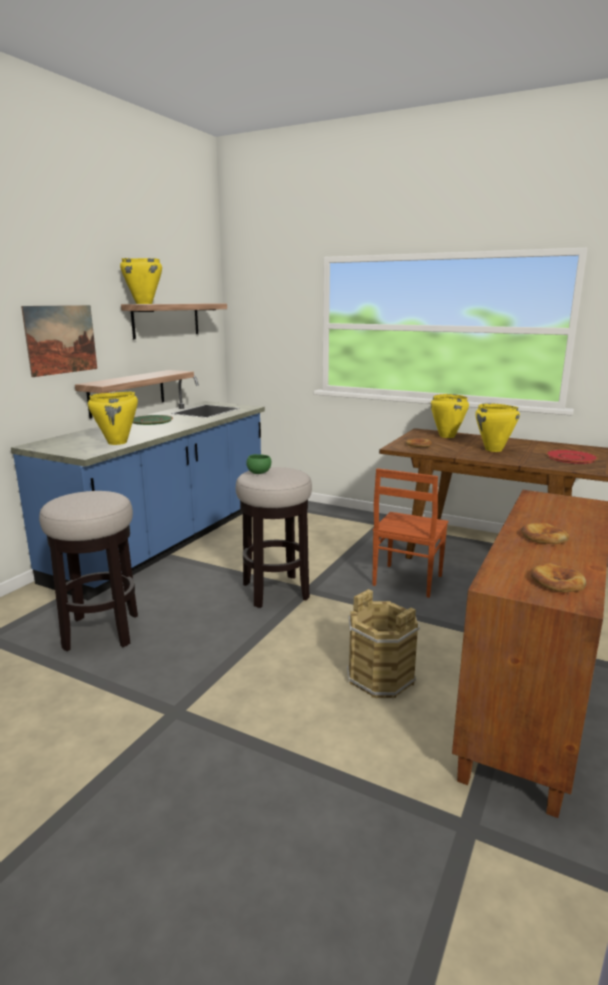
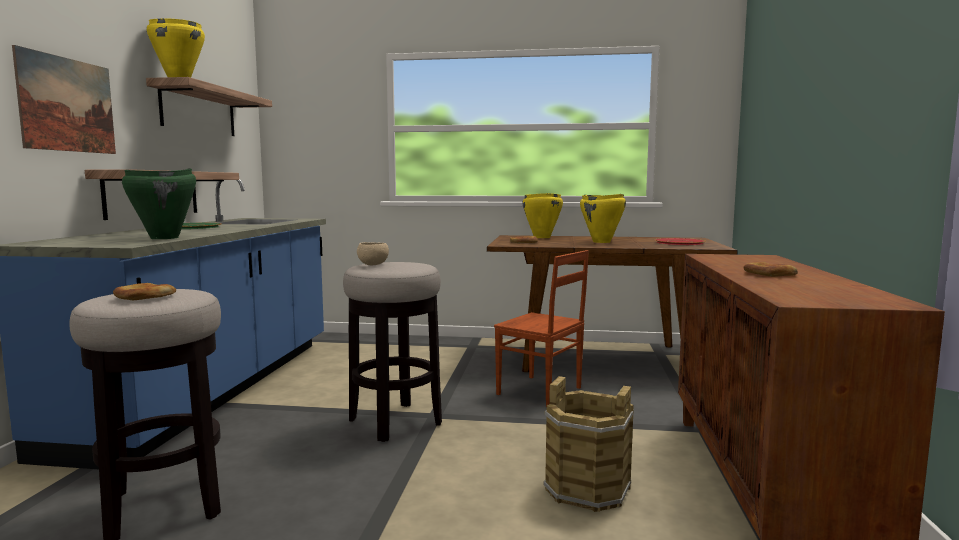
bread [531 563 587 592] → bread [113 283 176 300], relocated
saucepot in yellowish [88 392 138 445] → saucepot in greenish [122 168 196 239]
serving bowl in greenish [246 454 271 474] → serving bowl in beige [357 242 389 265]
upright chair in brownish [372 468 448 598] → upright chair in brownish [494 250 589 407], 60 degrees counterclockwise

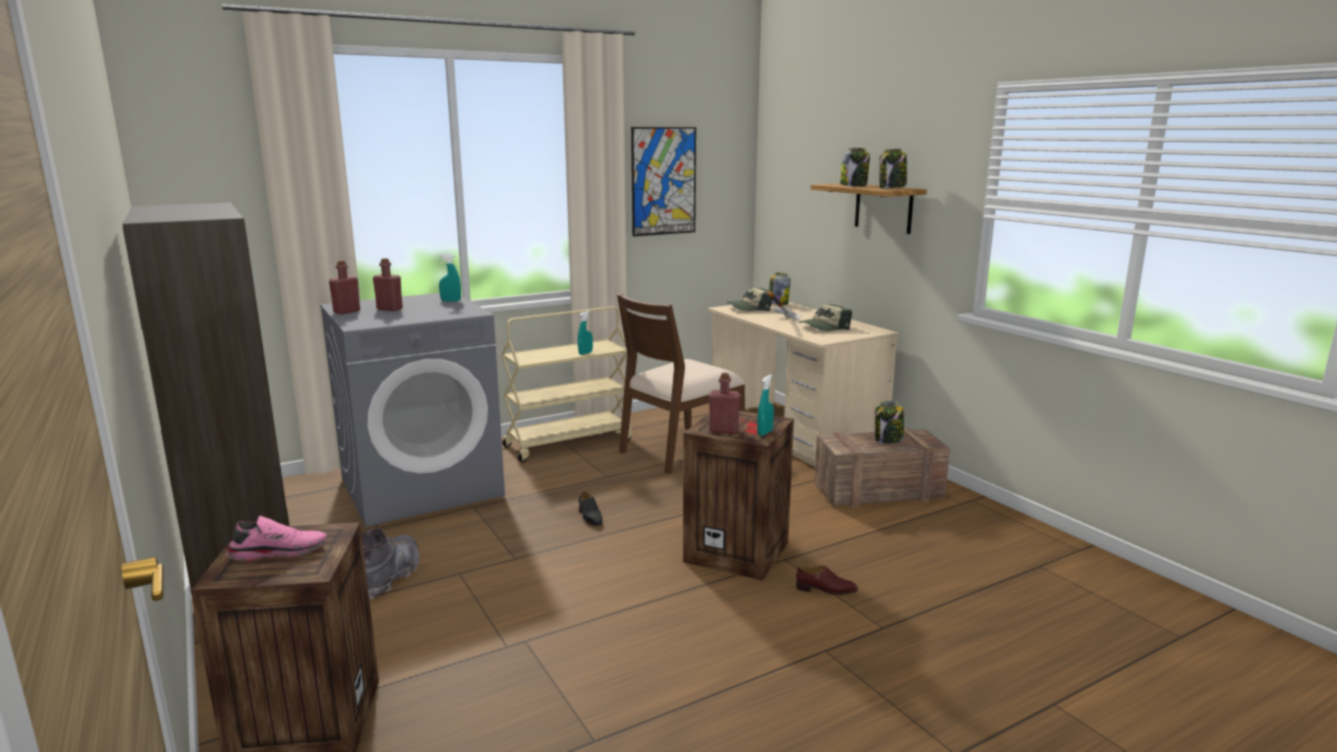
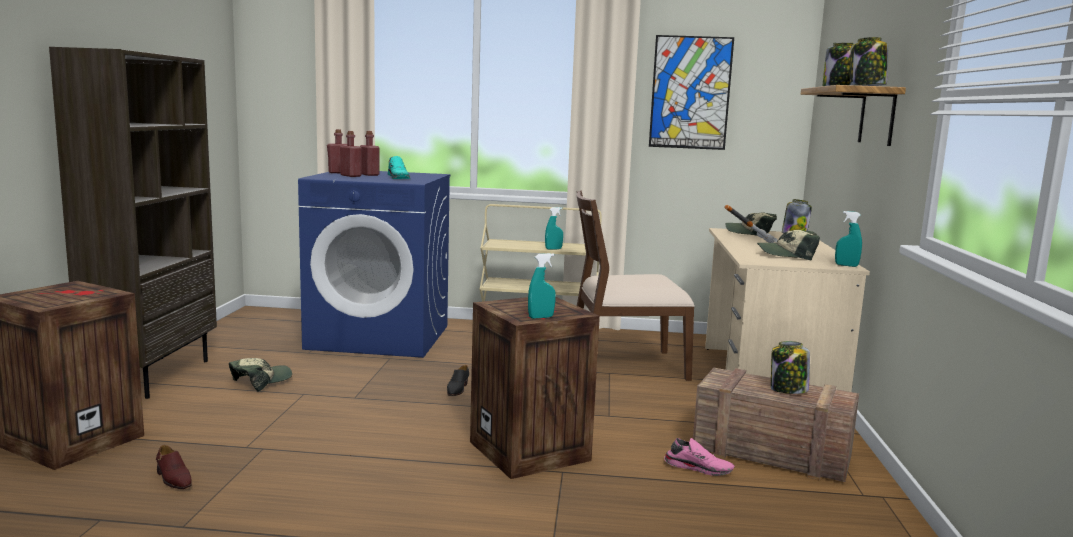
- → shoe in blue-green [388 156 410 179]
shoe in pink [227 516 327 560] → shoe in pink [664 438 735 476], relocated
sprayer in blue-green [439 254 461 302] → sprayer in blue-green [835 211 862 267], relocated
drink bottle in reddish [709 373 741 434] → drink bottle in reddish [340 131 362 177], relocated
shoe in brownish [796 566 858 595] → shoe in brownish [156 445 192 489], relocated
tall boot in greyish [362 528 420 599] → cap [229 358 292 392]
washing machine in greyish [320 293 505 527] → washing machine in blue [298 171 450 358]

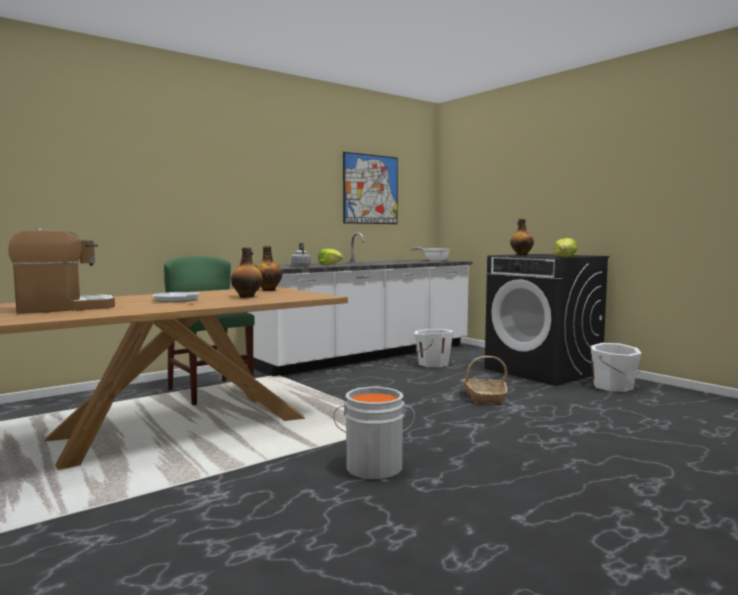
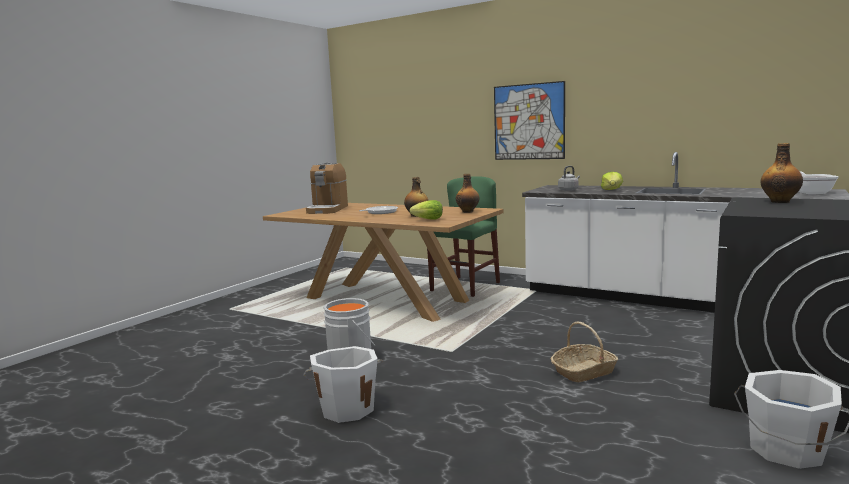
wall picture [343 152 398 224] → wall picture [494 81 565 160], relocated
bucket in white-coloured [415 329 453 367] → bucket in white-coloured [303 346 383 423], relocated
lettuce head [554 238 578 257] → lettuce head [409 200 443 220], relocated
coffee brewer [8 228 115 314] → coffee brewer [306 163 348 214], 60 degrees clockwise

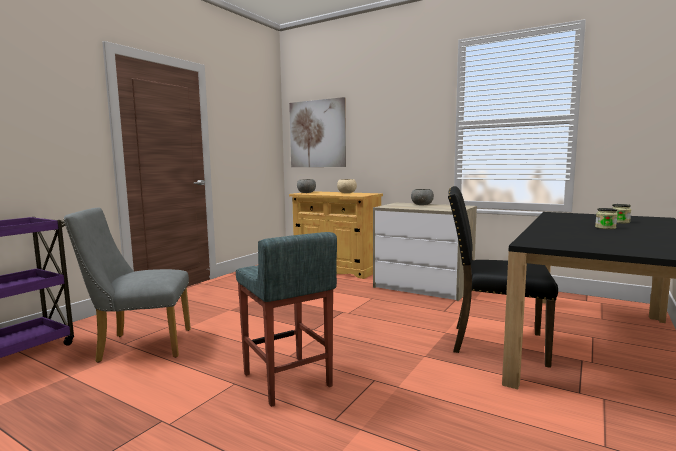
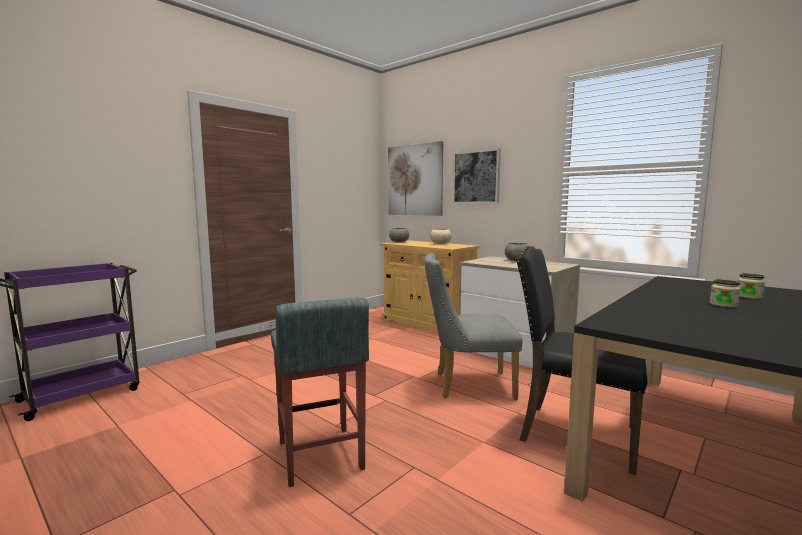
- → wall picture [453 148 501 203]
upright chair in greyish [63 208 191 362] → upright chair in greyish [424 253 522 400], relocated

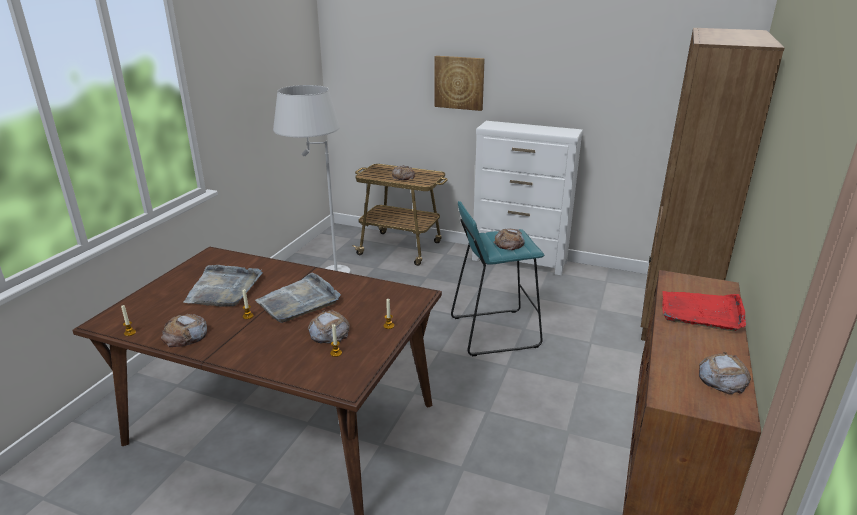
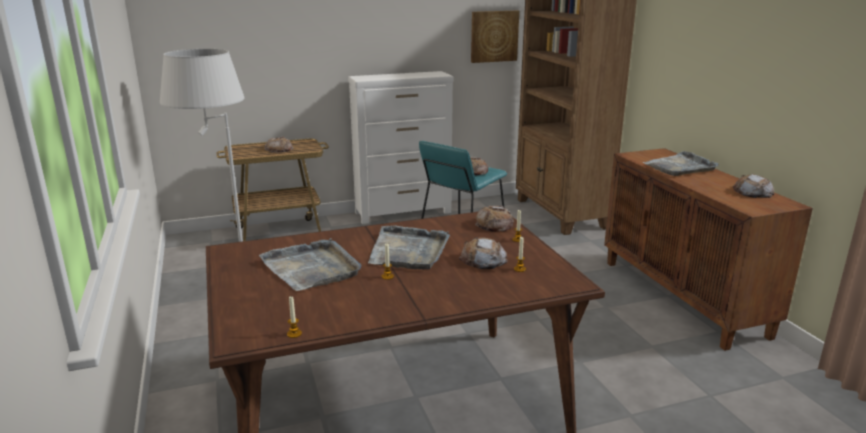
bread [161 314 207 347] → bread [475 206 514 232], relocated
wall picture [435 56 485 111] → wall picture [471 11 519 63], relocated
carrying tray in reddish [662 291 746 331] → carrying tray in greyish [642 151 719 176]

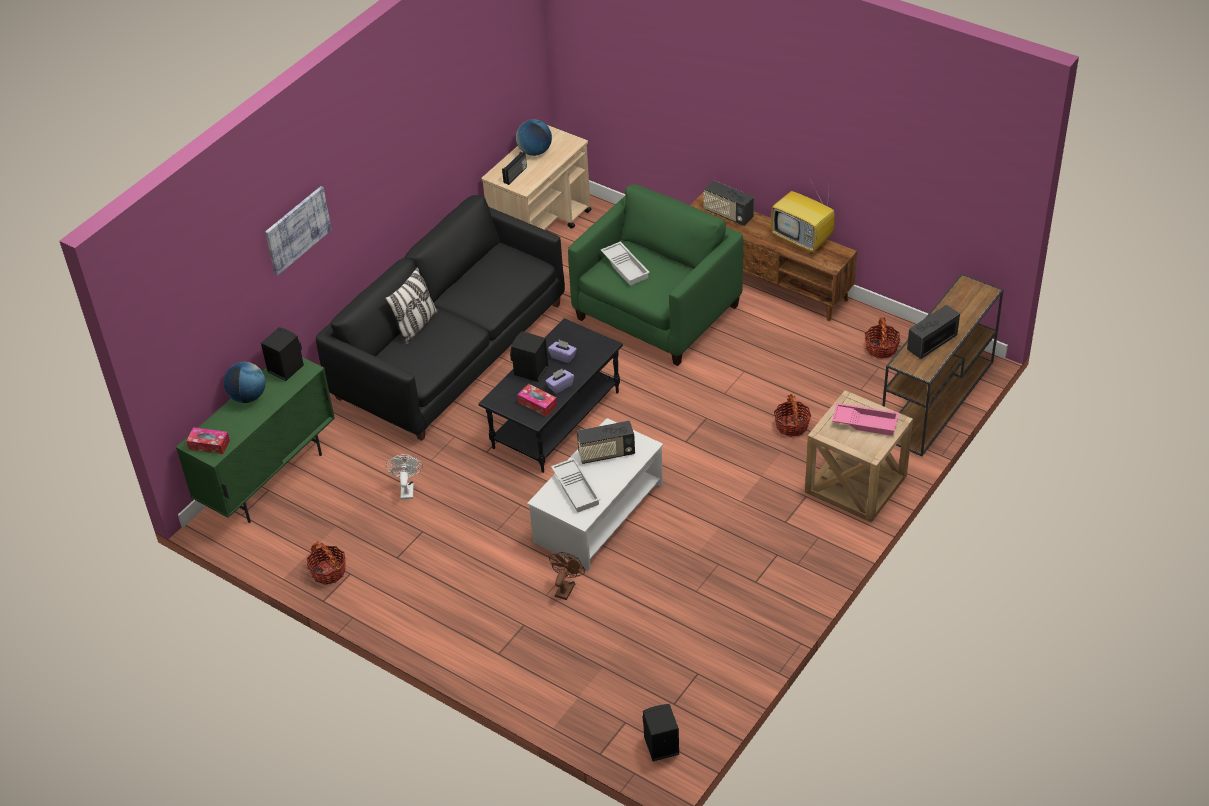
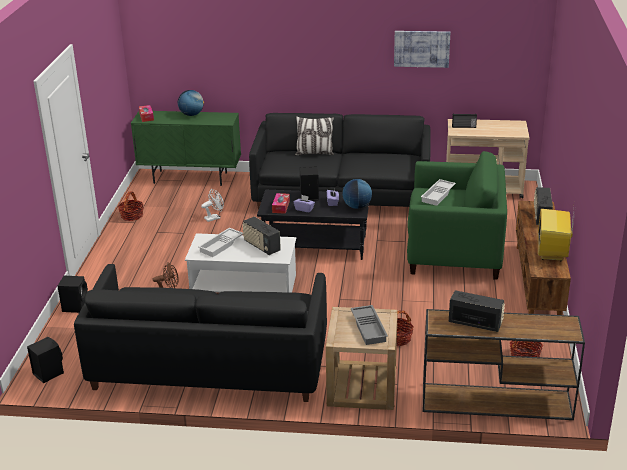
- → sofa in black-coloured [74 264 327 402]
speaker in black-coloured [261 327 304 381] → speaker in black-coloured [58 276 88 313], relocated
wall picture [265 186 332 276] → wall picture [394 31 450 68], relocated
globe [516 119 552 156] → globe [342 179 372 209], relocated
carrying tray in pink [832 403 899 436] → carrying tray in greyish [351 305 388 345]

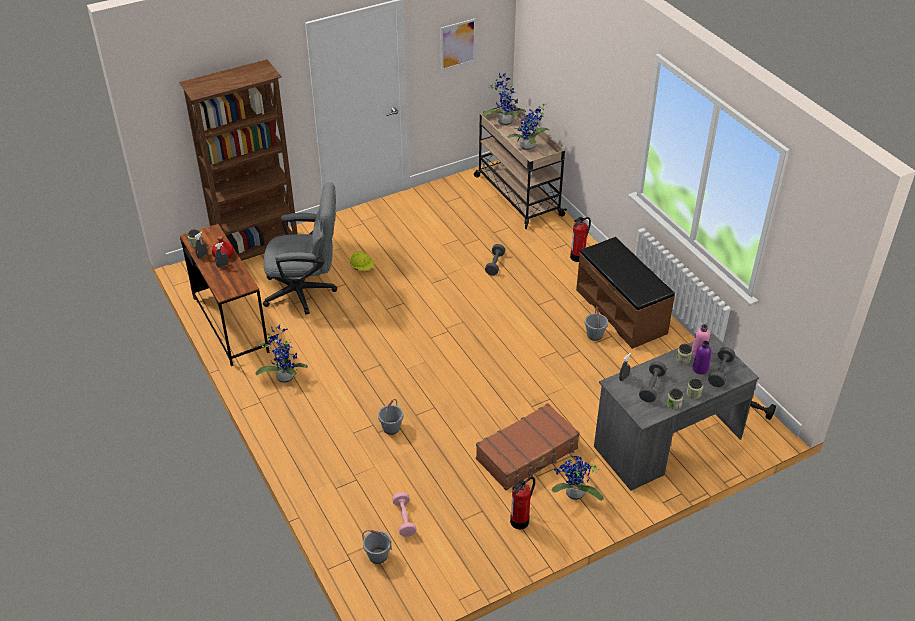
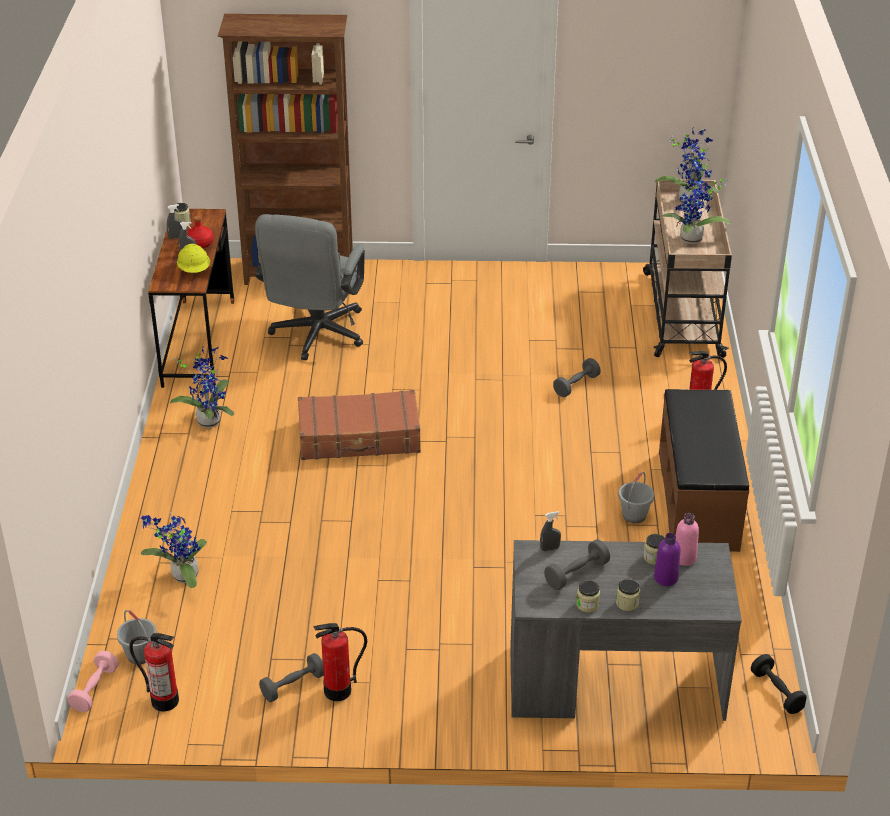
bucket in greyish [378 399 403 435] → -
wall picture [440 18 476 71] → -
- → extinguisher [129 633 179 711]
work helmet in yellowish [350 251 374 271] → work helmet in yellowish [177 244 210 273], relocated
dumbbell in pink [392 492 416 537] → dumbbell in pink [67 651 119 712], relocated
piece of luggage in brownish [476 403 580 490] → piece of luggage in brownish [298 390 421 460], relocated
houseplant [552 456 603 501] → houseplant [141 512 207 588], relocated
dumbbell in greyish [708 347 735 387] → dumbbell in greyish [259 653 324 702], relocated
computer chair in greyish [263 182 337 315] → computer chair in greyish [255 214 365 360], 75 degrees clockwise

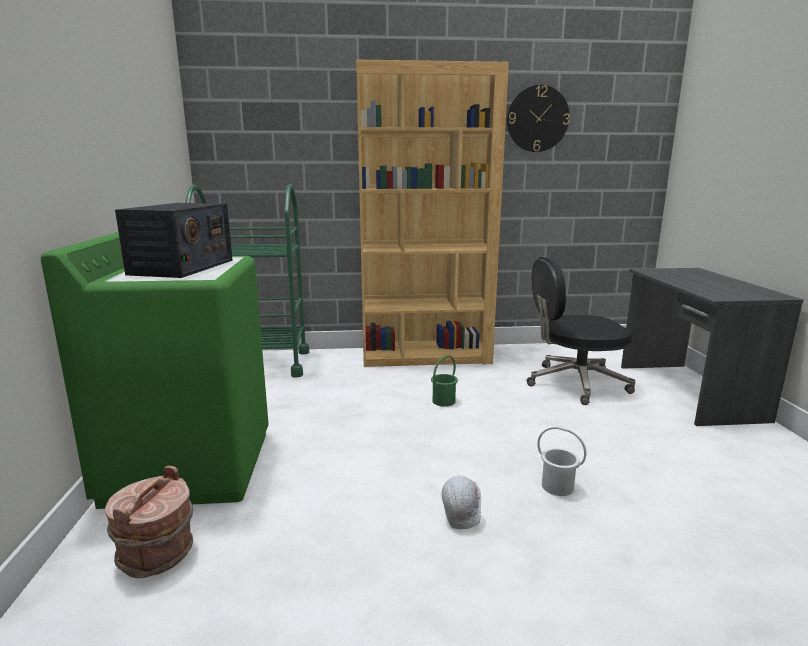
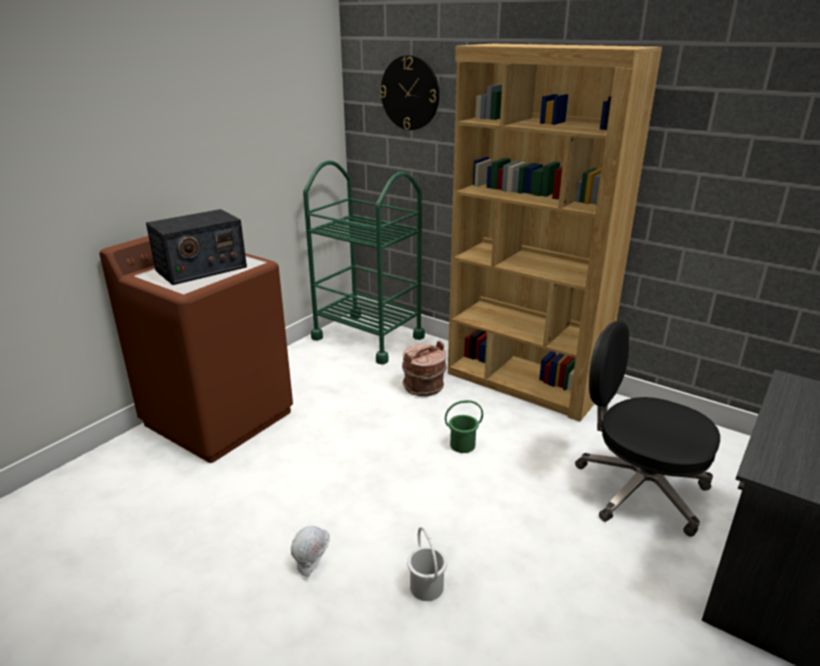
bucket in brownish [105 466 193 578] → bucket in brownish [402 341 446 396], relocated
hanging clock [507 85 570 152] → hanging clock [380 55 439 130], relocated
washing machine in greenish [41 232 269 509] → washing machine in brownish [99 236 293 463]

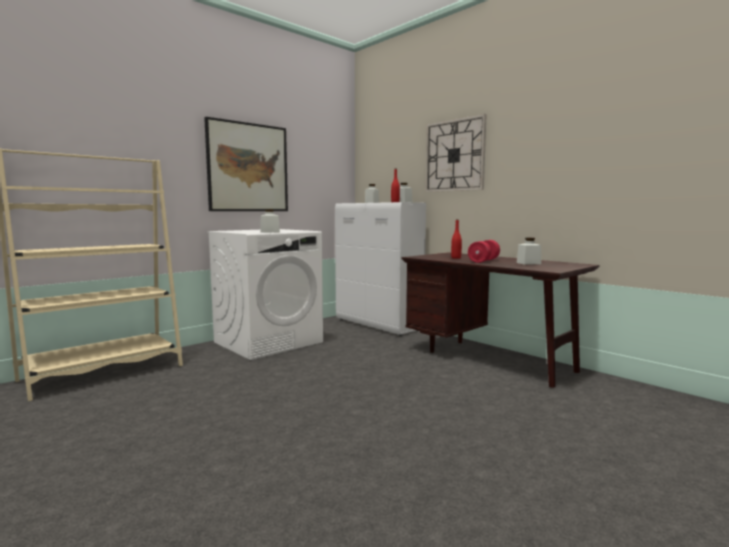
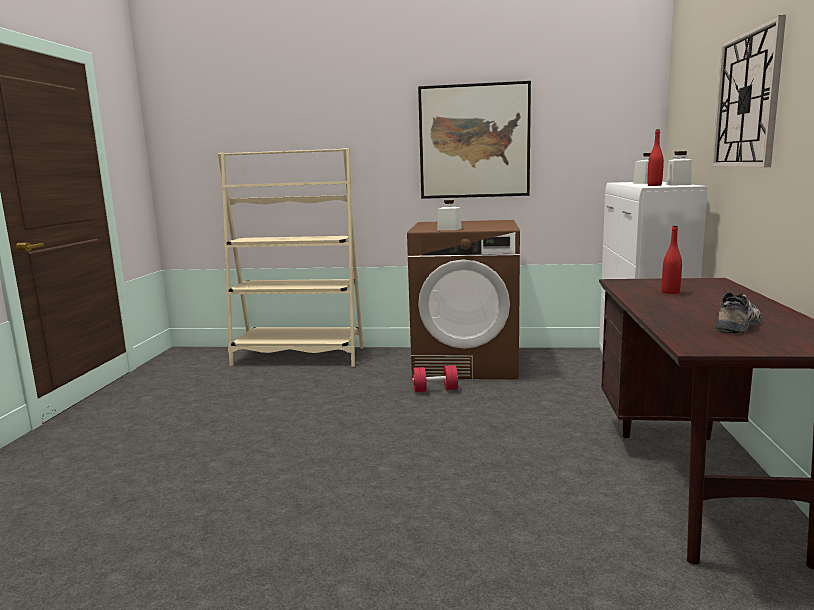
dumbbell in reddish [468 240 500 263] → dumbbell in reddish [412 365 458 392], relocated
jar in white-coloured [517 238 541 265] → shoe [715 292 761 333]
washing machine in white-coloured [207 229 323 360] → washing machine in brownish [407 220 520 379]

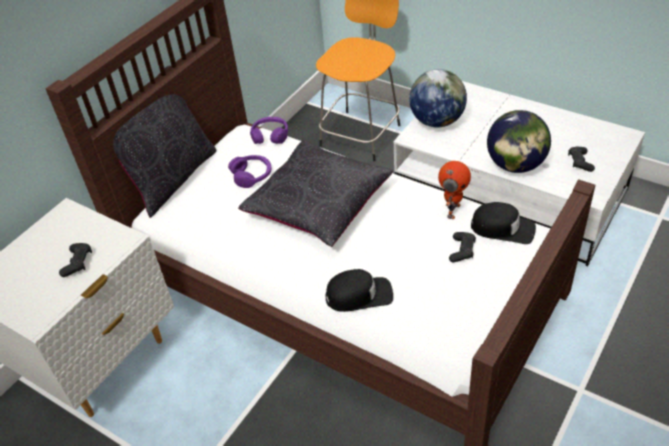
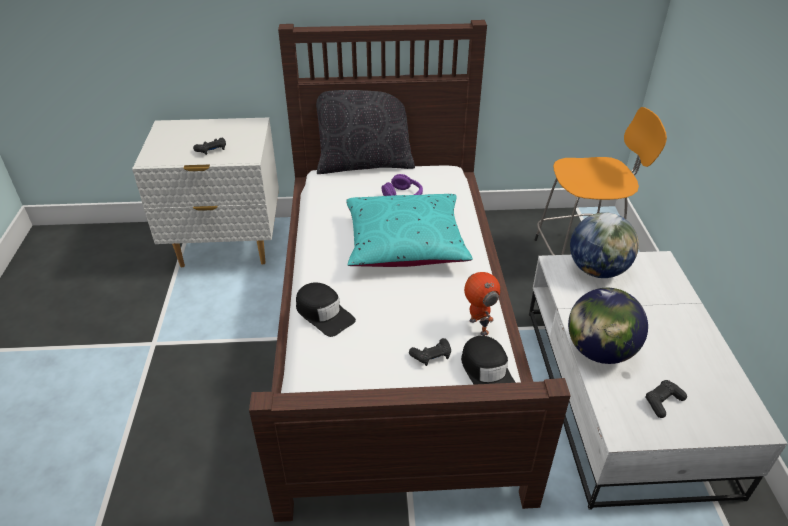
pair of headphones in purple [250 117 288 144] → -
throw pillow in black-coloured [238 140 393 247] → throw pillow in blue-green [346 194 473 267]
robot figure [438 161 471 219] → robot figure [464 272 500 336], 105 degrees counterclockwise

